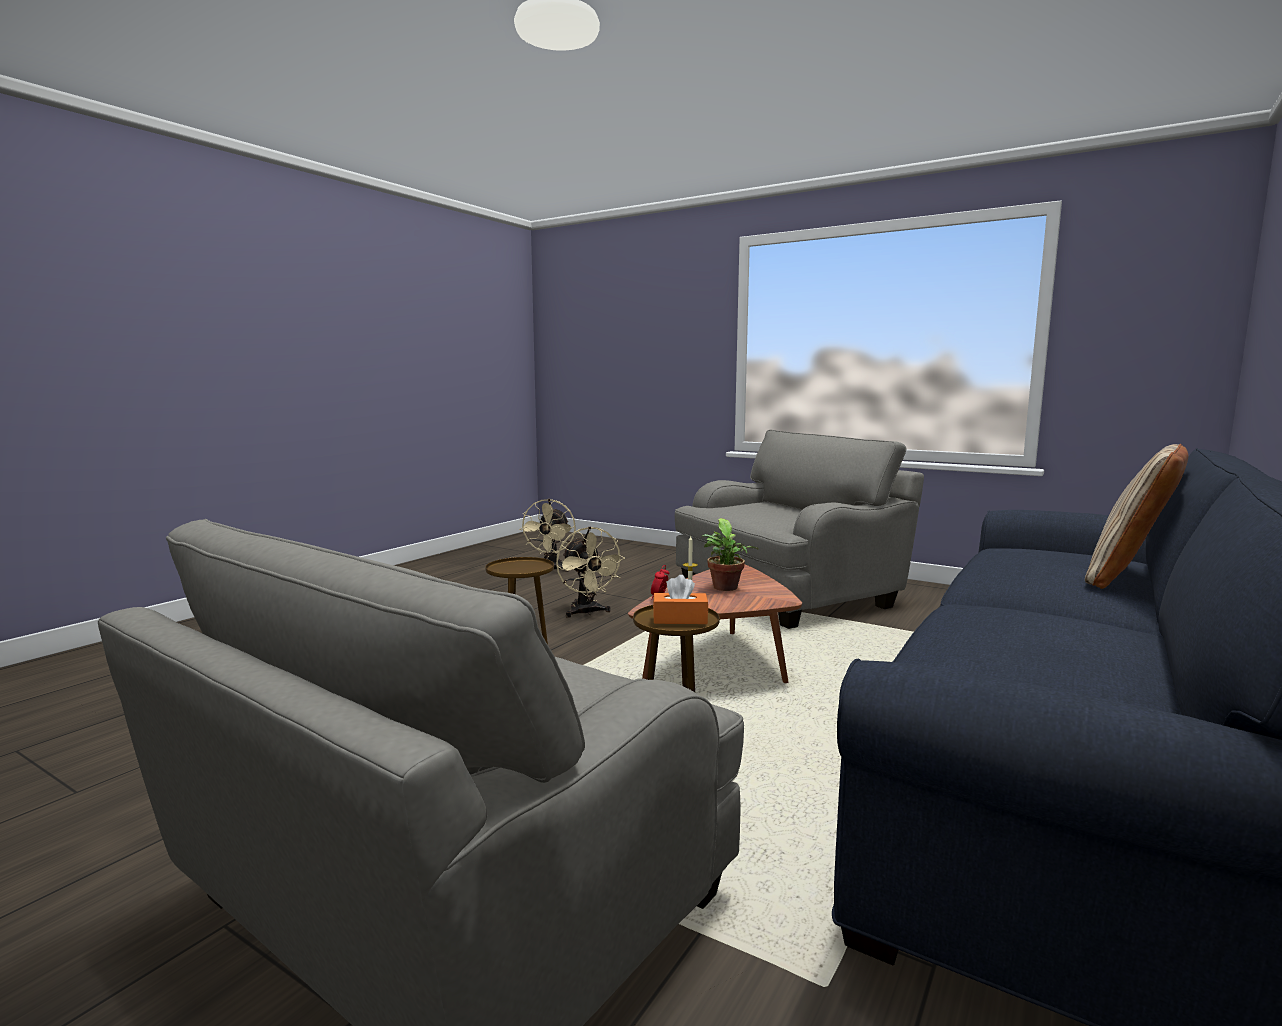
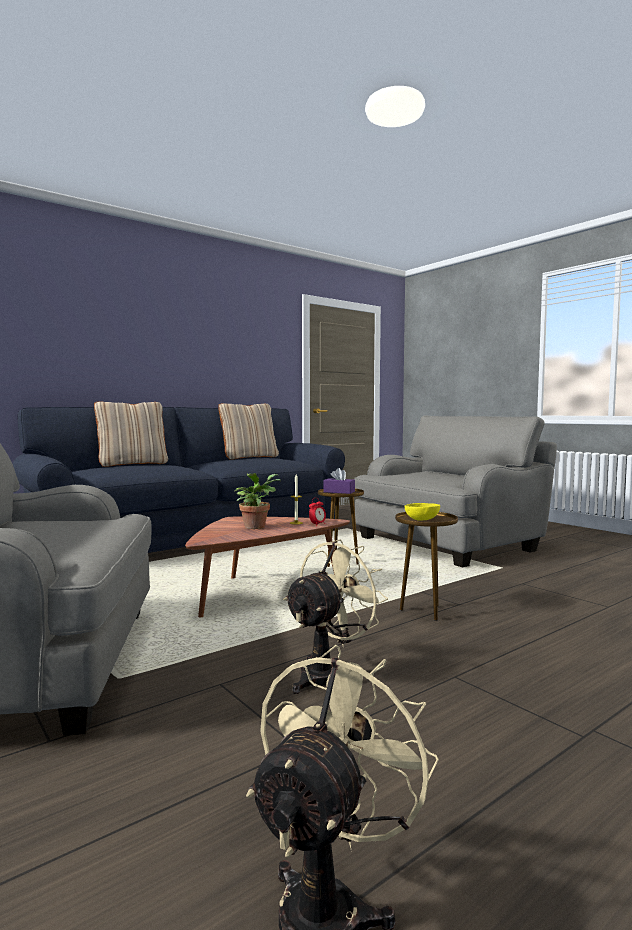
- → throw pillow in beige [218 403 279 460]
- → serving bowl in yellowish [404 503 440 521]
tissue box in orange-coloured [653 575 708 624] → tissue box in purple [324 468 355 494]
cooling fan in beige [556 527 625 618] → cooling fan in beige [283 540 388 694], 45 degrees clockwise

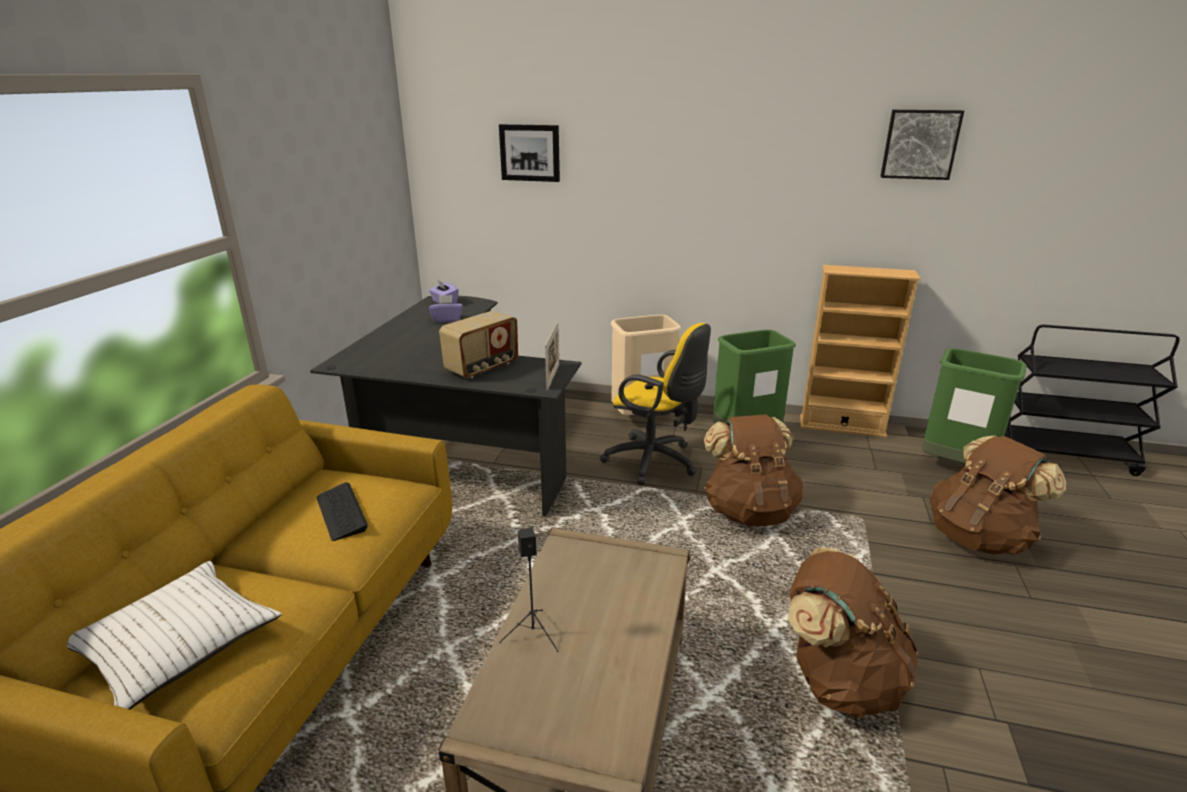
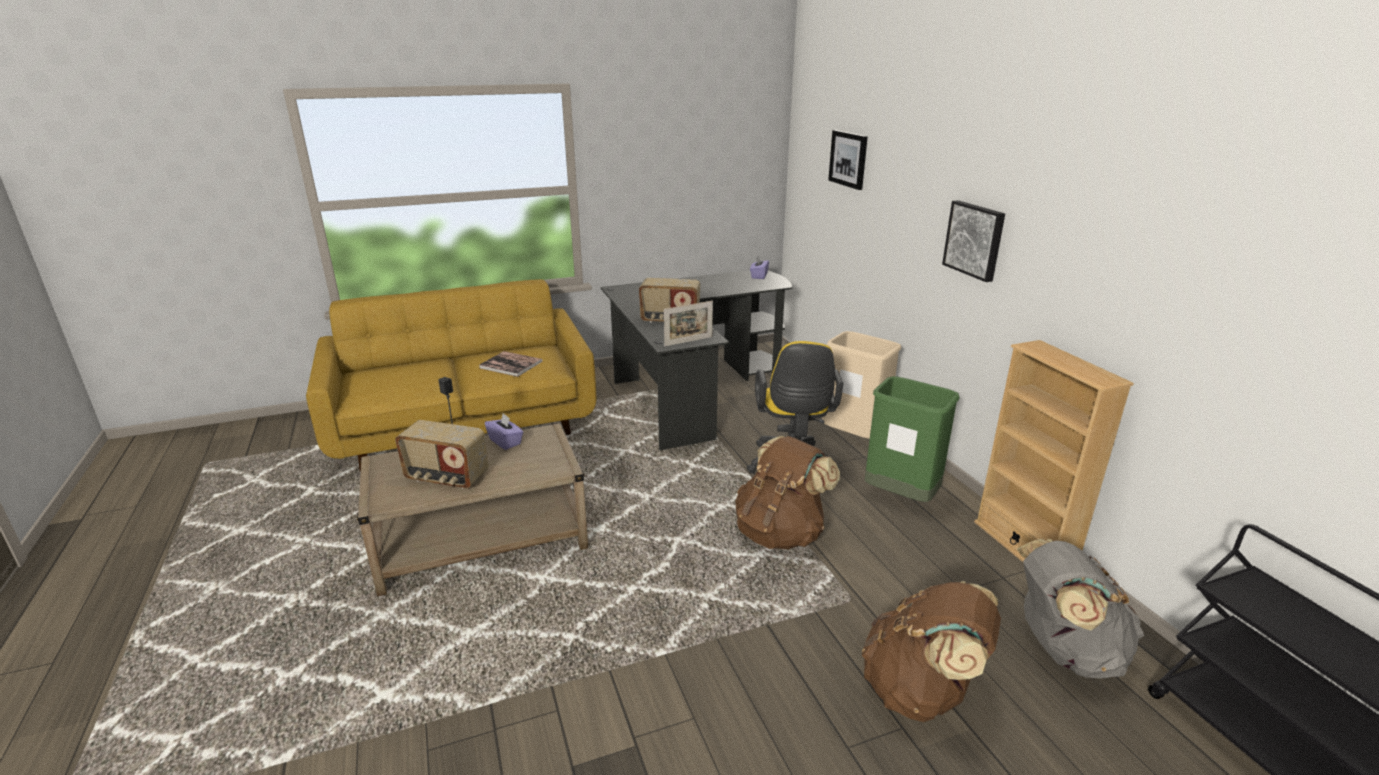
throw pillow in white-coloured [67 561 282 710] → -
knapsack in brownish [788 547 919 719] → -
- → radio receiver [395 420 488 489]
tissue box in purple [429 295 462 322] → tissue box in purple [485 413 524 450], relocated
wall picture [880 110 964 180] → wall picture [942 200 1005 282], relocated
computer keyboard [316 482 368 541] → volume [479 351 543 377]
rubbish bin in greenish [922 348 1027 464] → knapsack in greyish [1017 539 1144 679]

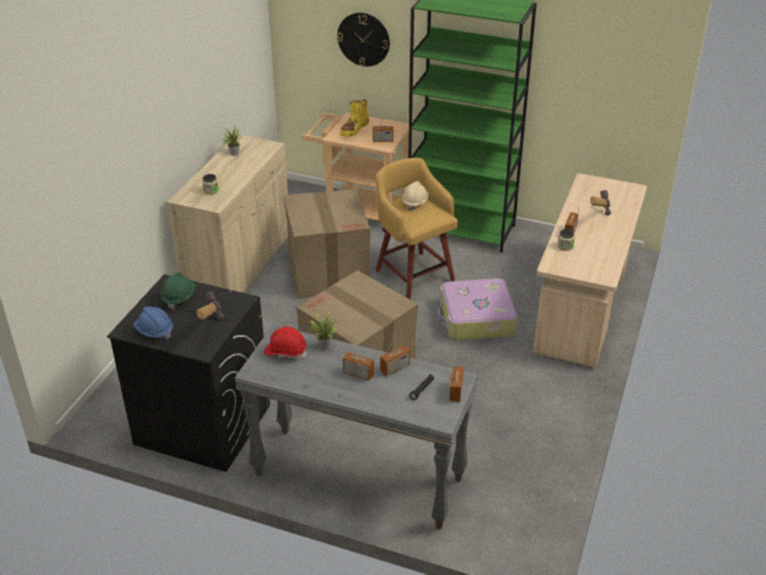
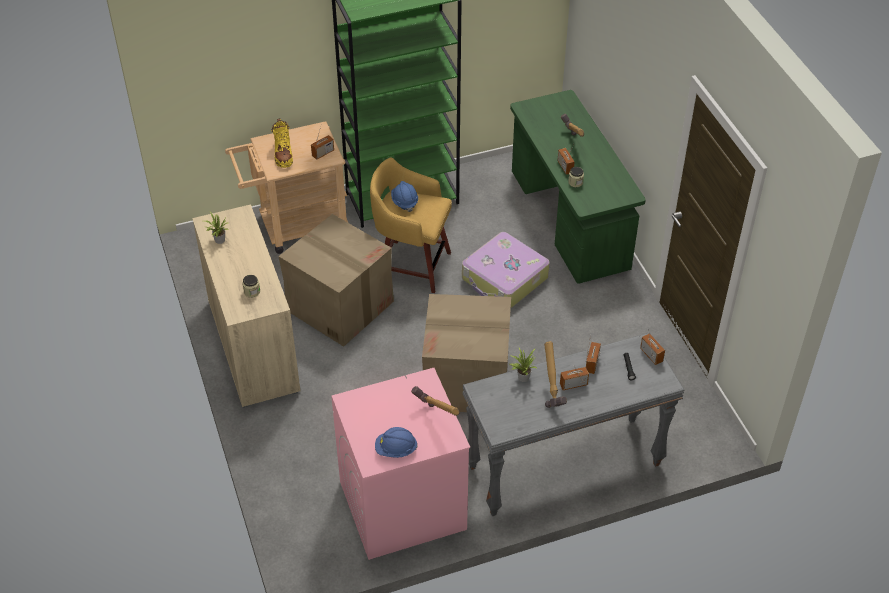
work helmet in greenish [161 272 196 309] → -
work helmet in reddish [264 327 307 359] → -
hanging clock [337 13 390 67] → -
- → tool hammer [544 341 567 408]
washing machine in black-coloured [107 274 270 472] → washing machine in pink [331 368 470 560]
work helmet in beige [402 181 429 211] → work helmet in blue [391 181 418 212]
desk in beige [533 173 647 367] → desk in greenish [510 90 646 284]

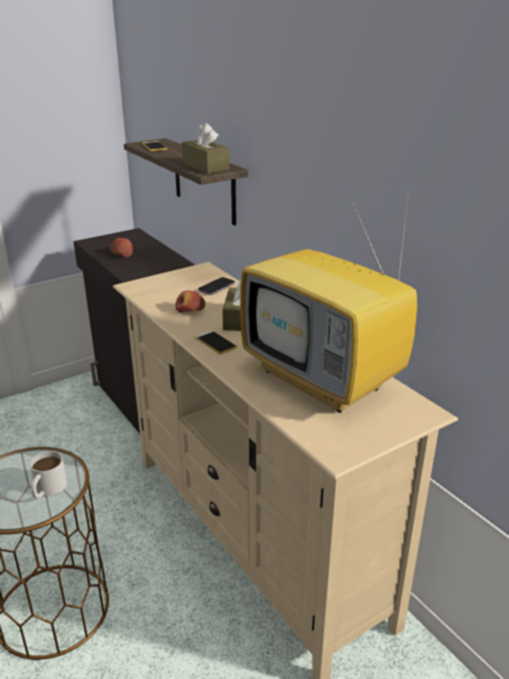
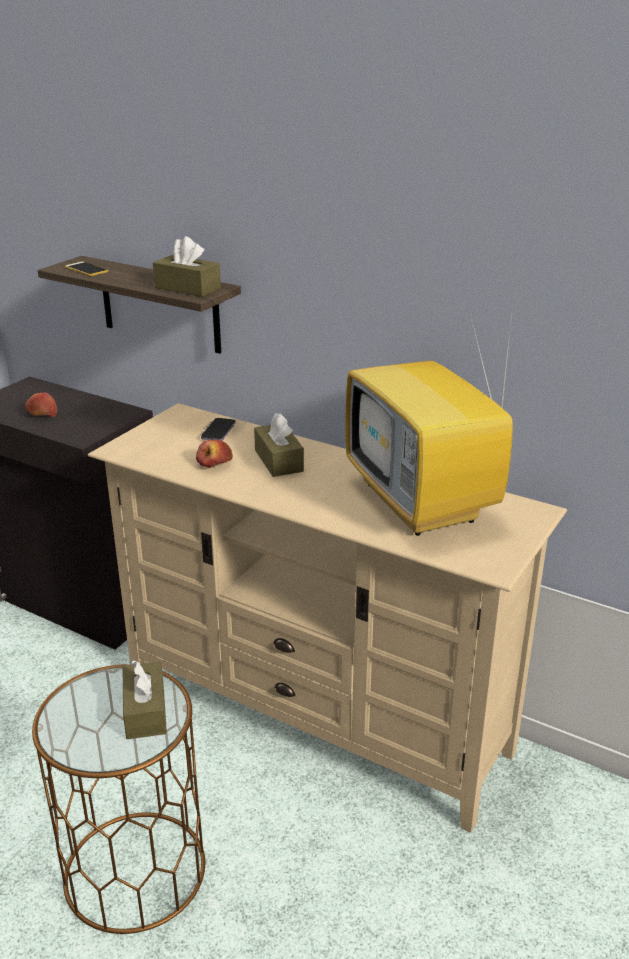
telephone [195 330 237 354] → -
tea mug in white-coloured [30 451 67 498] → tissue box in brownish [123 660 167 739]
TV [240 191 417 413] → TV [346 310 513 536], 45 degrees clockwise

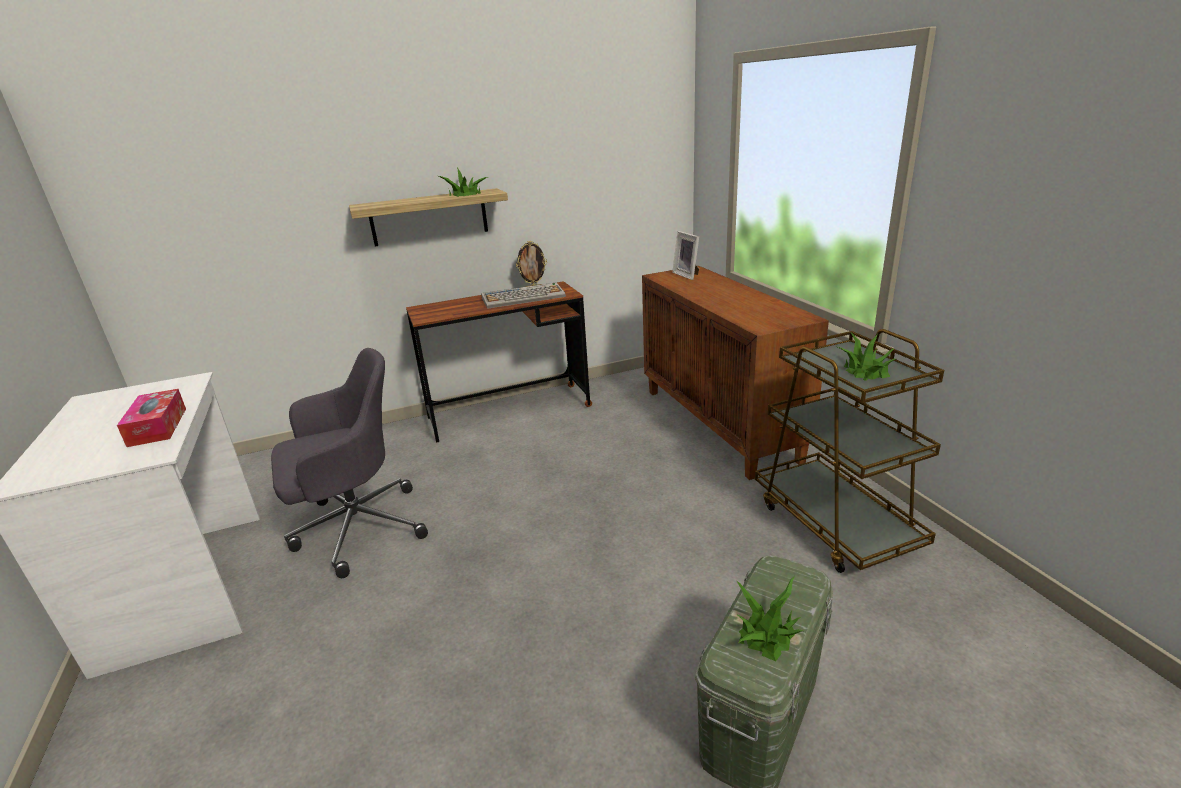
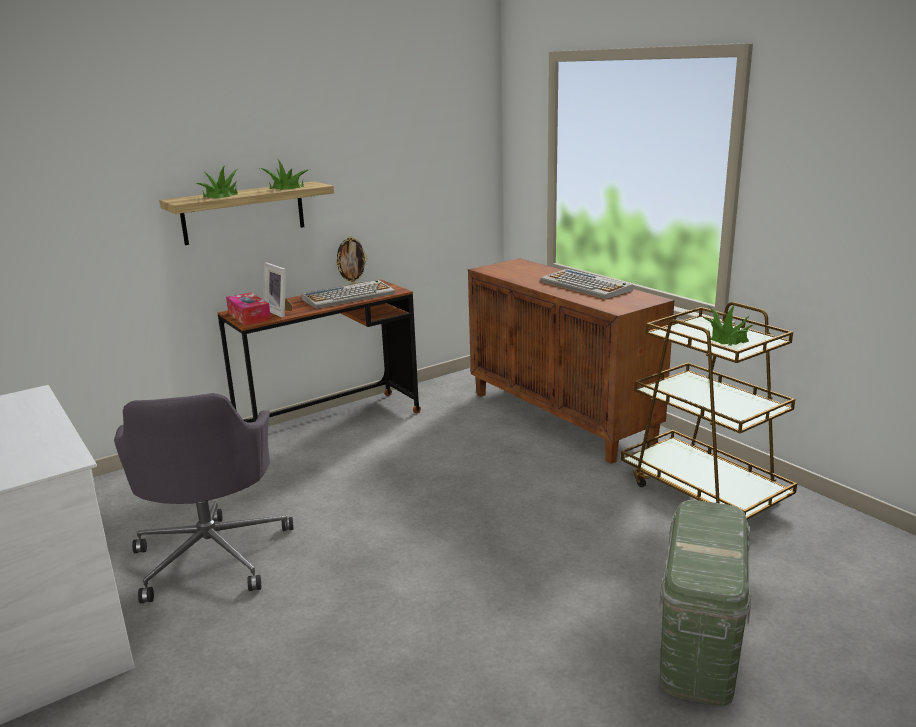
- → computer keyboard [541 269 633 299]
tissue box [117 389 186 447] → tissue box [226 293 271 325], relocated
photo frame [672 231 699 280] → photo frame [263 262 292 318], relocated
houseplant [736 576 803 661] → houseplant [196 165 239 198], relocated
computer chair in greyish [271 348 428 578] → computer chair in greyish [114 393 294 603], 120 degrees clockwise

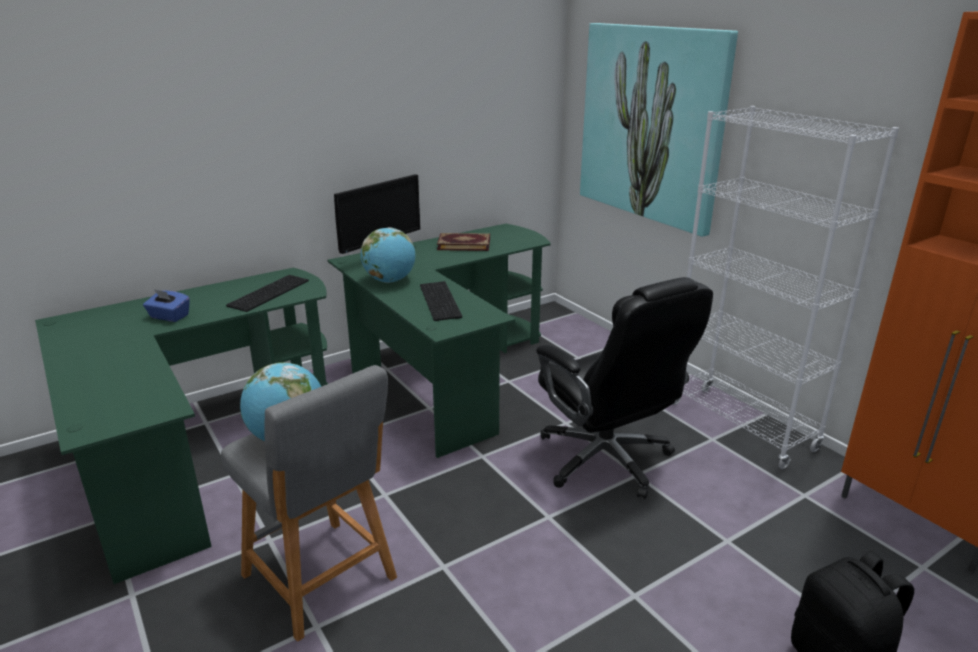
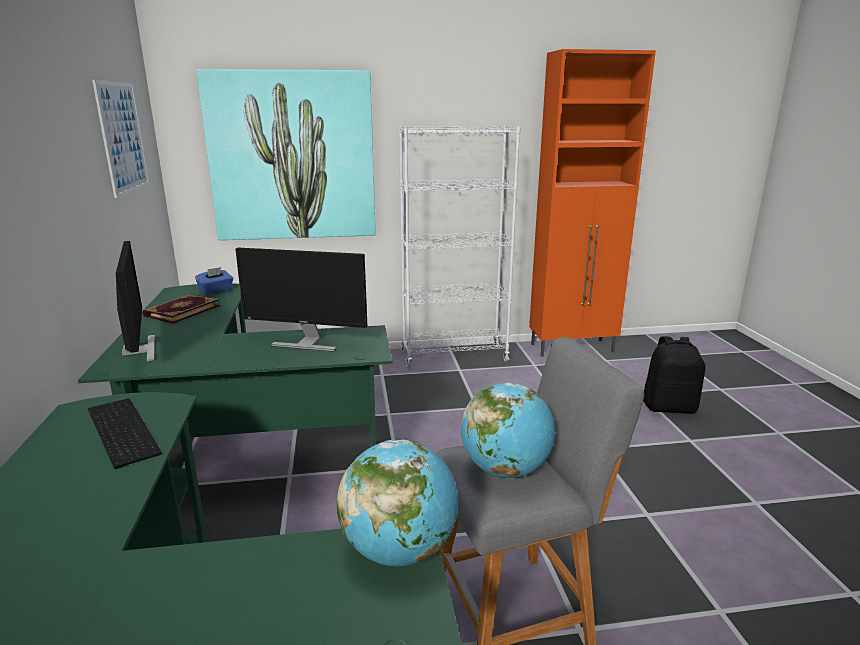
computer chair in black-coloured [536 277 713 499] → -
- → wall picture [92 80 149 198]
tissue box in blue [143 289 190 322] → tissue box in blue [195 267 233 295], relocated
globe [360 227 415 283] → globe [337 440 458 567], relocated
computer keyboard [420 281 462 321] → computer screen [235 248 367 352]

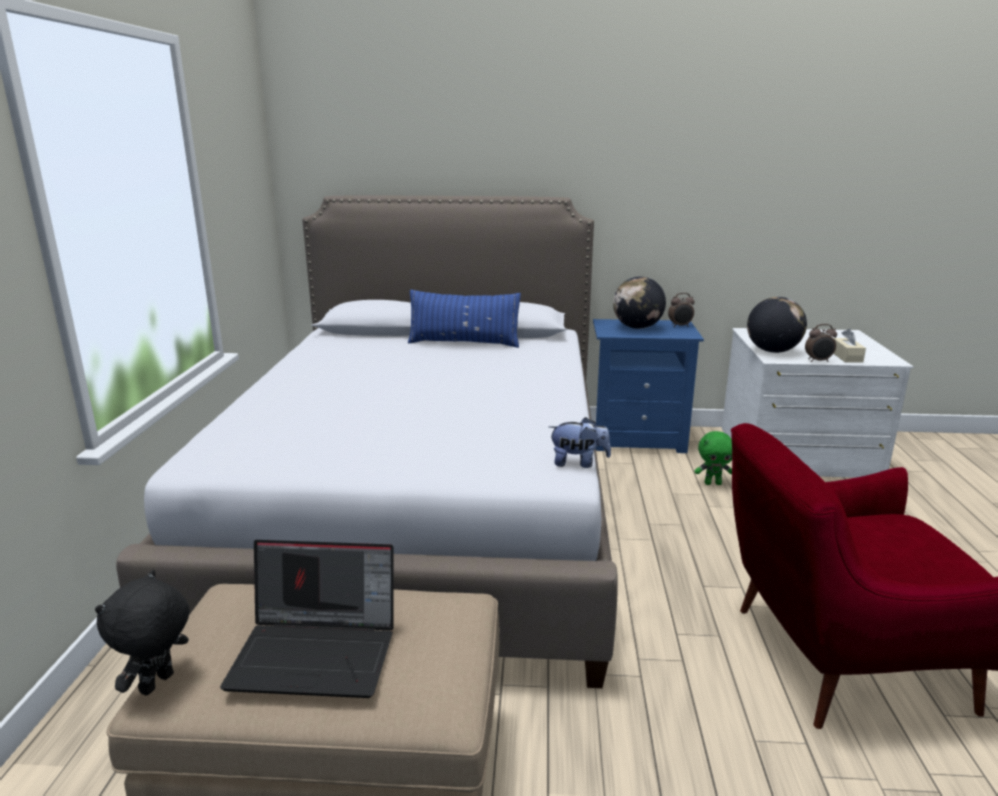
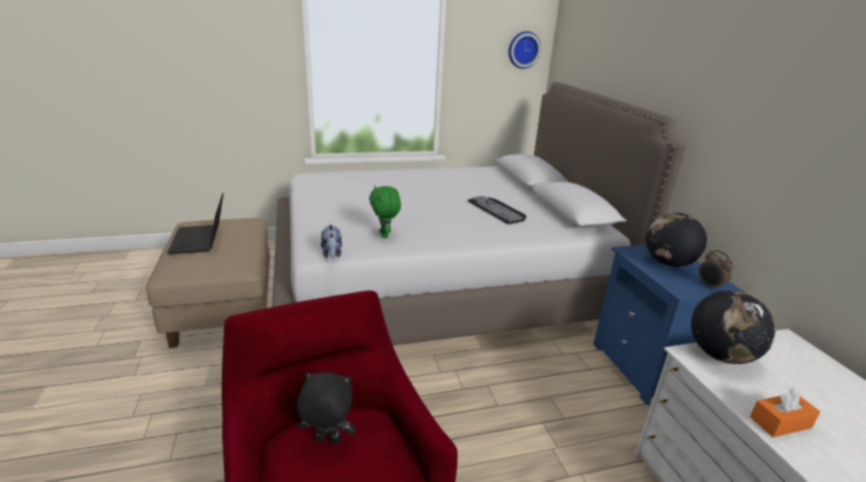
throw pillow in blue [408 290 521 348] → -
alarm clock [805 324 837 362] → -
- → computer keyboard [467 196 527 224]
- → hanging clock [509 31 541 69]
soft toy in black-coloured [95 570 189 695] → soft toy in black-coloured [297 373 356 444], relocated
soft toy in greenish [694 431 732 485] → soft toy in greenish [369 186 401 238], relocated
tissue box in beige [834 328 866 363] → tissue box in orange-coloured [750 387 820 437]

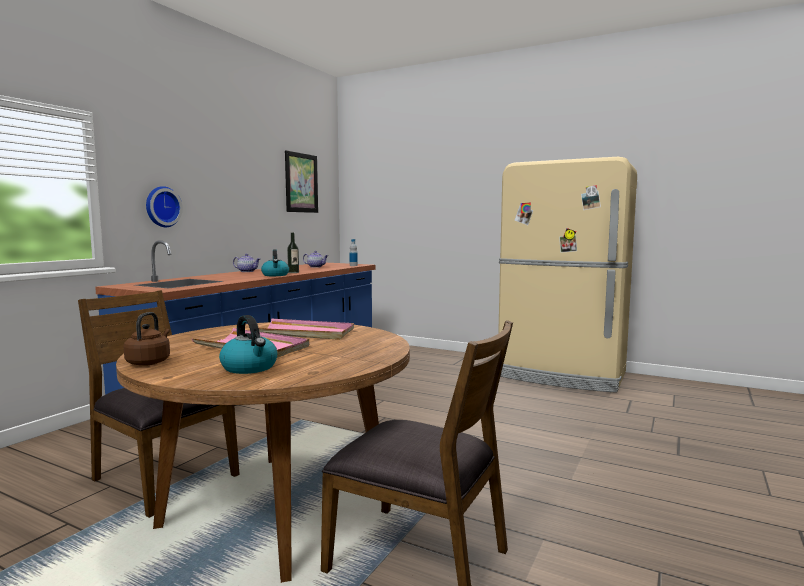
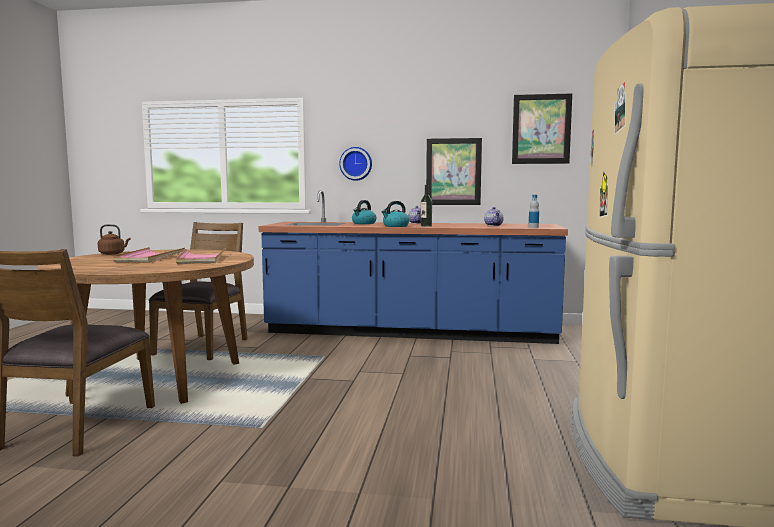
- → wall picture [426 138 482 205]
kettle [219 315 277 374] → kettle [352 200 376 224], relocated

